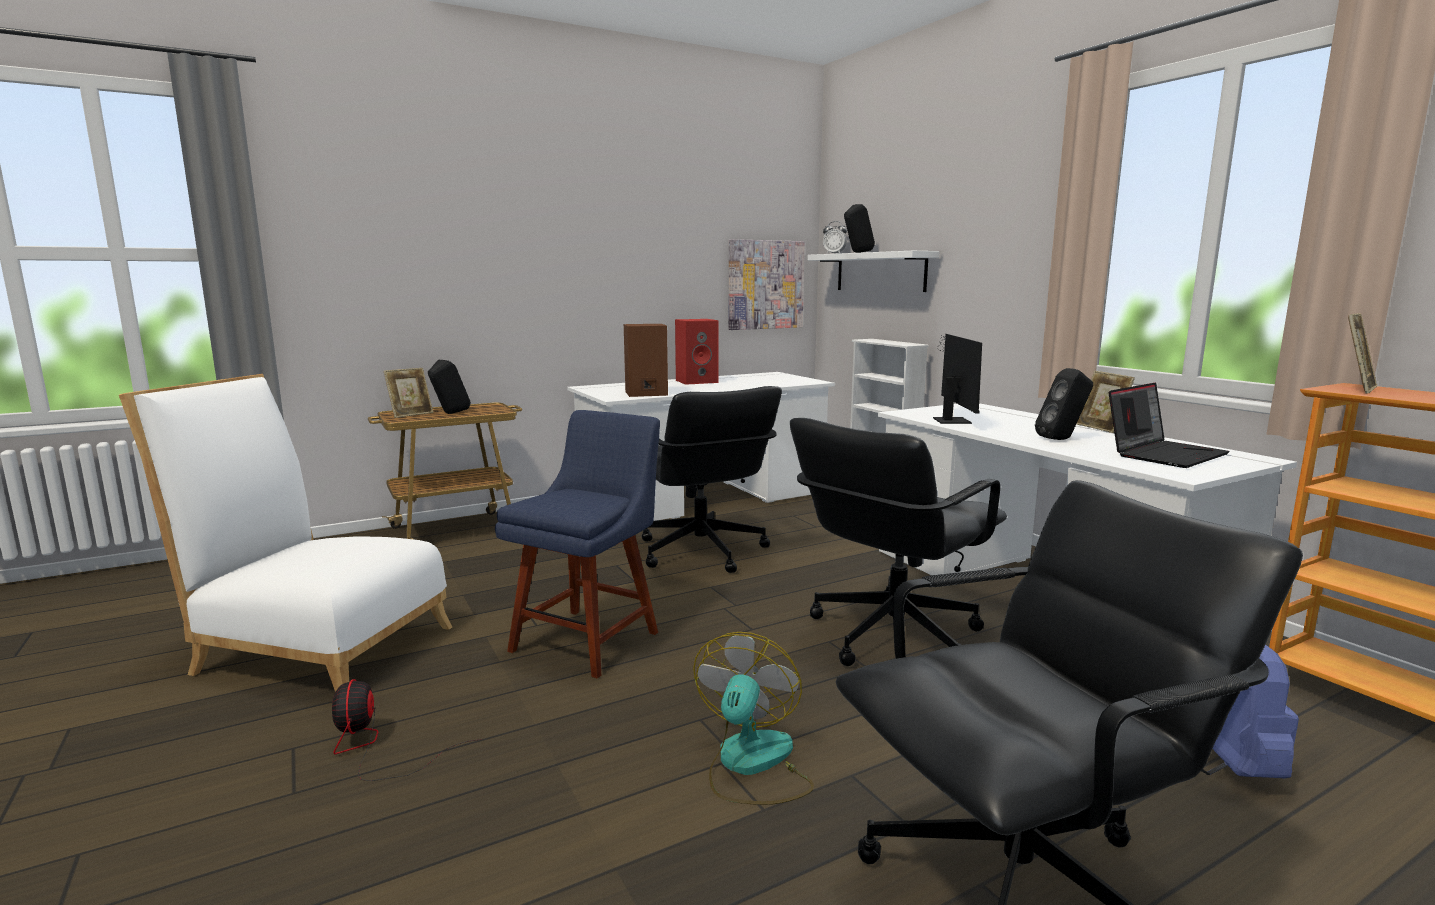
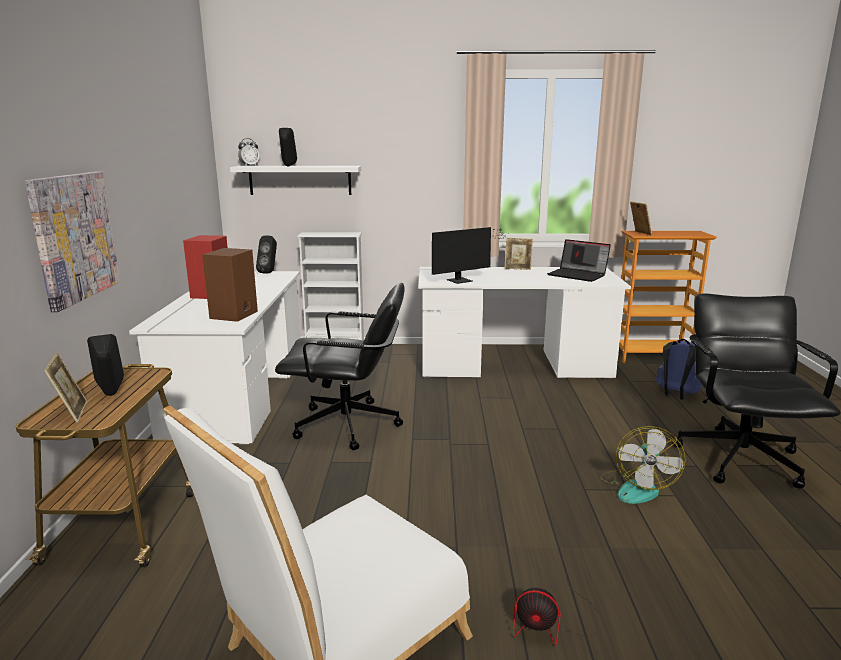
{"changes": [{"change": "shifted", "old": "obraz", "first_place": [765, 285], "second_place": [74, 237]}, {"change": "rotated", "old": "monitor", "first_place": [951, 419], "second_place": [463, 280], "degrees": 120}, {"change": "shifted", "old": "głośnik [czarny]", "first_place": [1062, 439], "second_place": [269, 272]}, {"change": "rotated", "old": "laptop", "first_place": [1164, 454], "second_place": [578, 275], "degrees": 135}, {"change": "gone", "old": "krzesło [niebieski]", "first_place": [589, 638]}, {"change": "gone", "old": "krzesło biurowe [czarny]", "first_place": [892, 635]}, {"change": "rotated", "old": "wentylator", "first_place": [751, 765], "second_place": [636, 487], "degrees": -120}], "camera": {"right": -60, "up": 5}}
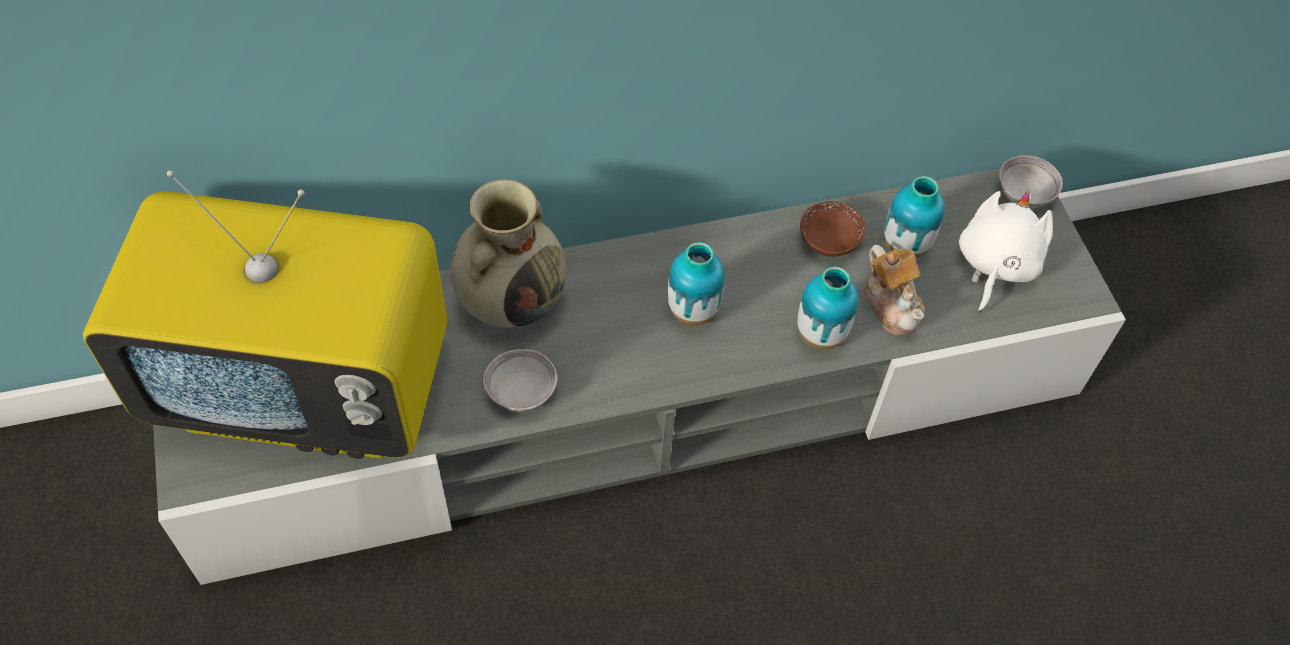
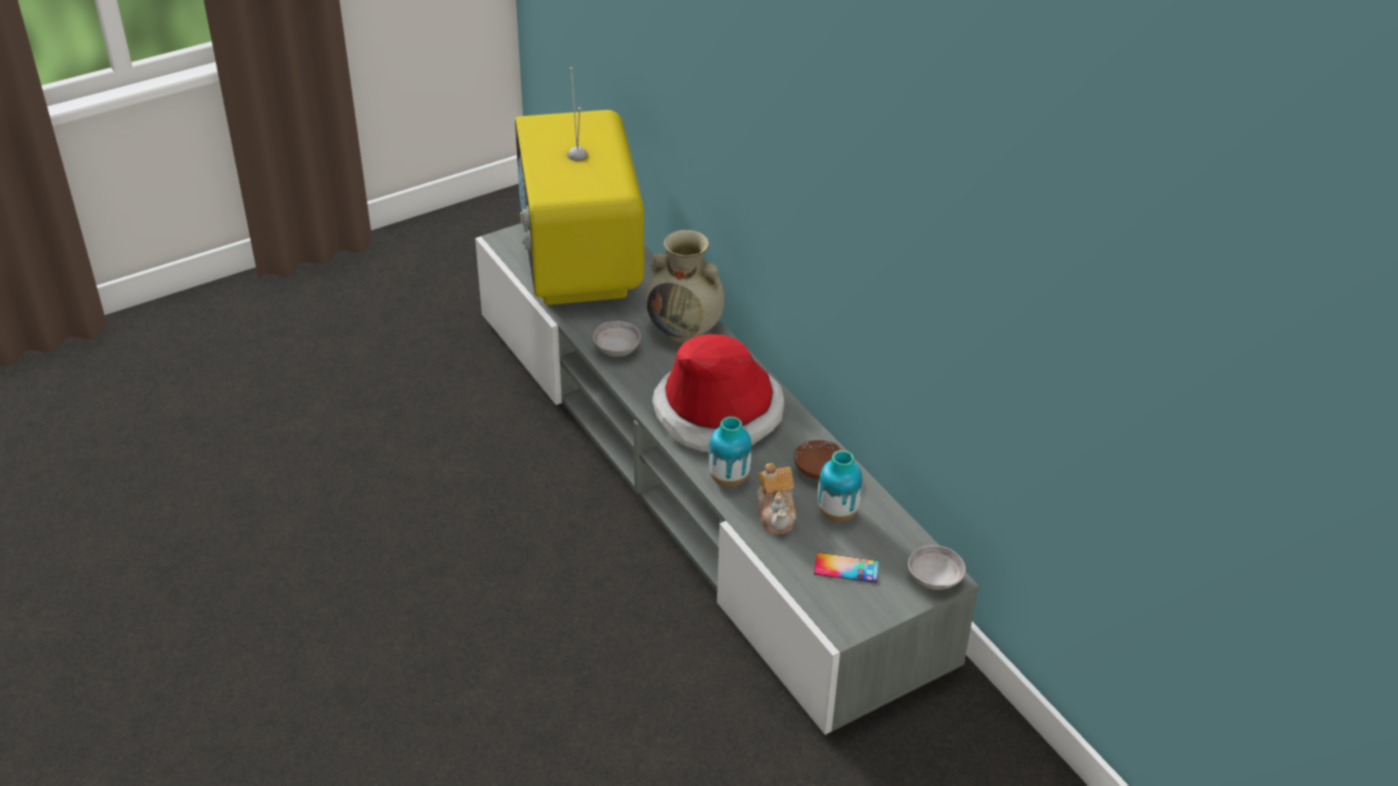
{"changes": [{"change": "swapped", "old": "pluszak [biały]", "new": "telefon", "first_place": [994, 265], "second_place": [846, 568]}, {"change": "swapped", "old": "wazon", "new": "kapelusz", "first_place": [692, 311], "second_place": [718, 412]}, {"change": "rotated", "old": "imbryk", "first_place": [892, 304], "second_place": [776, 513], "degrees": -60}], "camera": {"right": 75, "up": -15}}
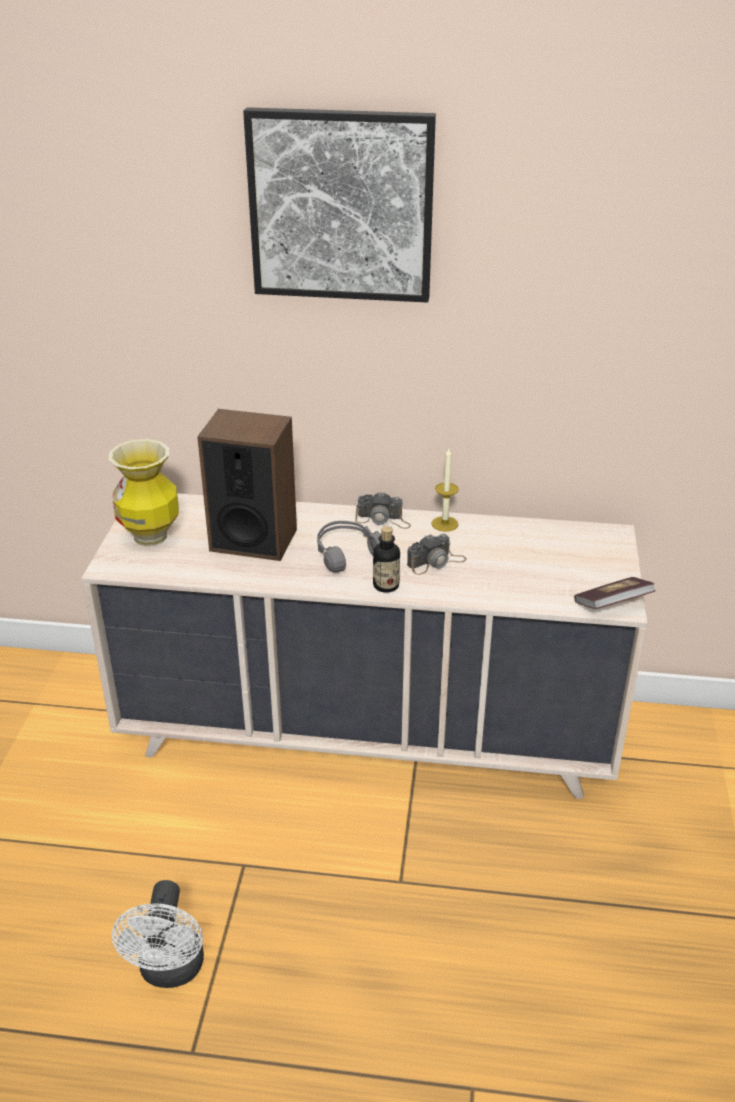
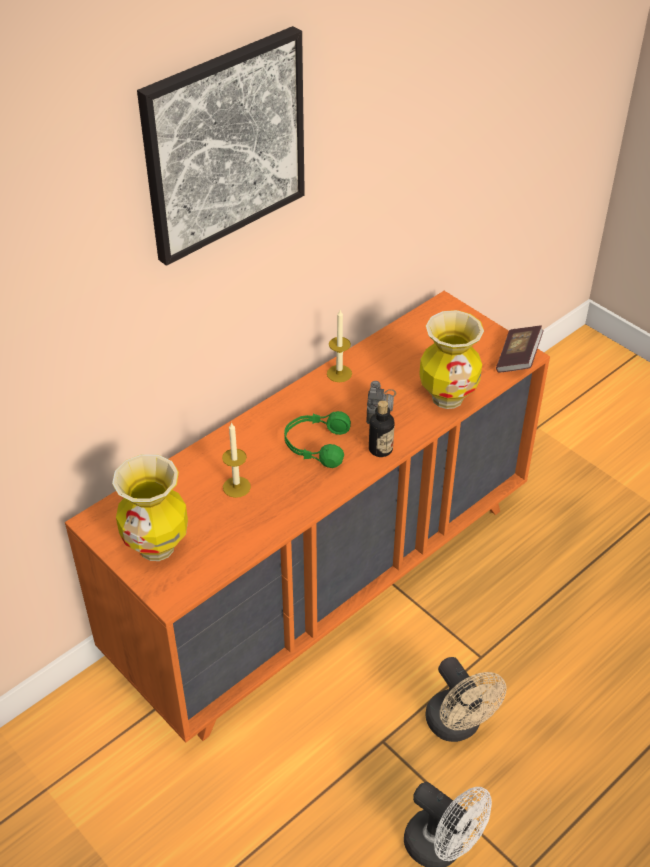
{"changes": [{"change": "swapped", "old": "głośnik", "new": "świeca", "first_place": [253, 539], "second_place": [236, 487]}, {"change": "gone", "old": "aparat fotograficzny", "first_place": [383, 520]}, {"change": "repainted", "old": "komoda [beżowy]", "new": "komoda [pomarańczowy]", "first_place": [368, 733], "second_place": [325, 581]}, {"change": "repainted", "old": "słuchawki [szary]", "new": "słuchawki [zielony]", "first_place": [346, 552], "second_place": [316, 445]}, {"change": "new", "new": "wazon", "second_place": [447, 398]}, {"change": "new", "new": "wentylator [beżowy]", "second_place": [458, 726]}], "camera": {"right": -50, "up": 10}}
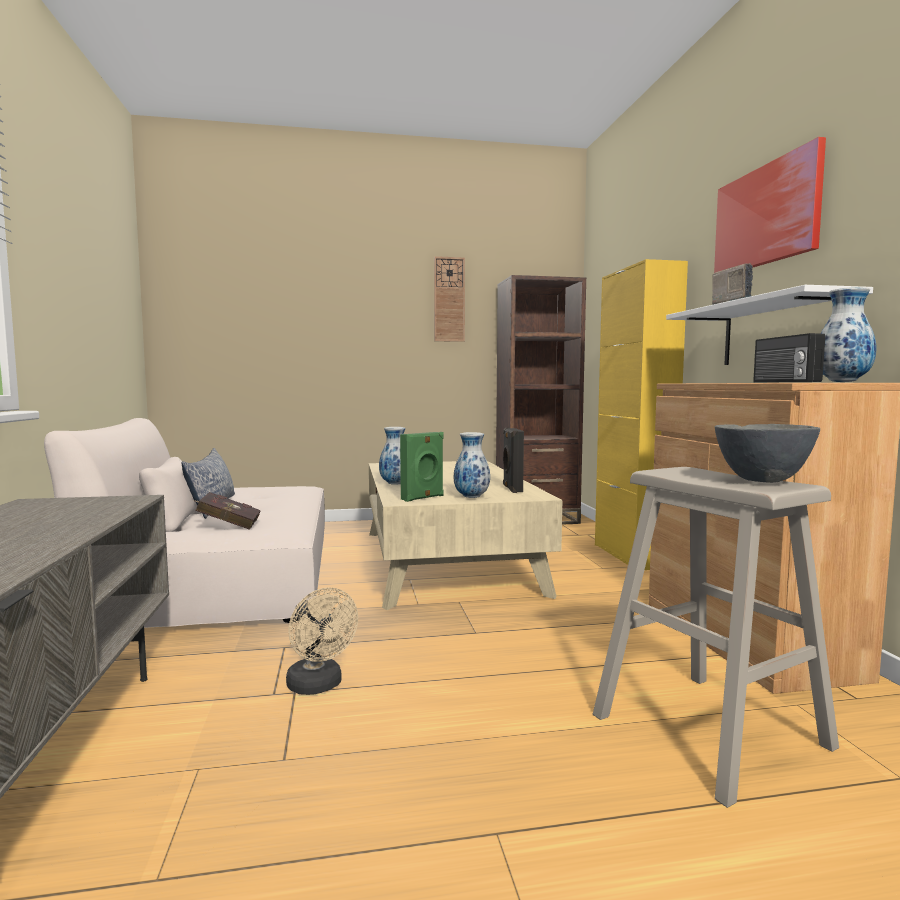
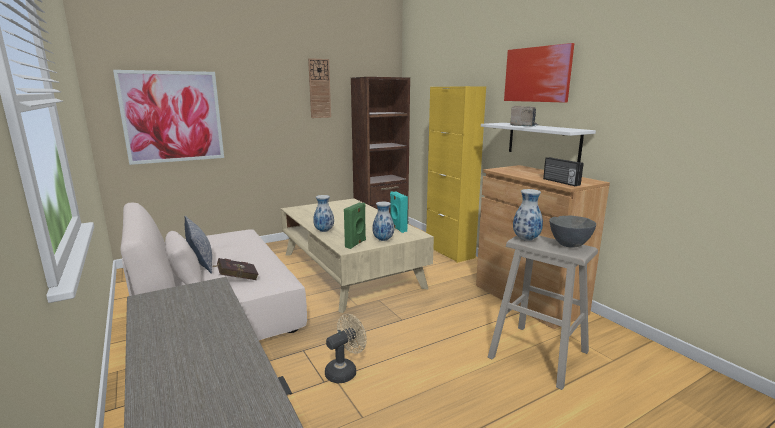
{"changes": [{"change": "shifted", "old": "wazon", "first_place": [843, 382], "second_place": [526, 239]}, {"change": "repainted", "old": "głośnik [czarny]", "new": "głośnik [turkusowy]", "first_place": [511, 489], "second_place": [397, 228]}, {"change": "rotated", "old": "wentylator [beżowy]", "first_place": [319, 686], "second_place": [345, 371], "degrees": -75}, {"change": "new", "new": "obraz", "second_place": [172, 117]}], "camera": {"right": -20, "up": 10}}
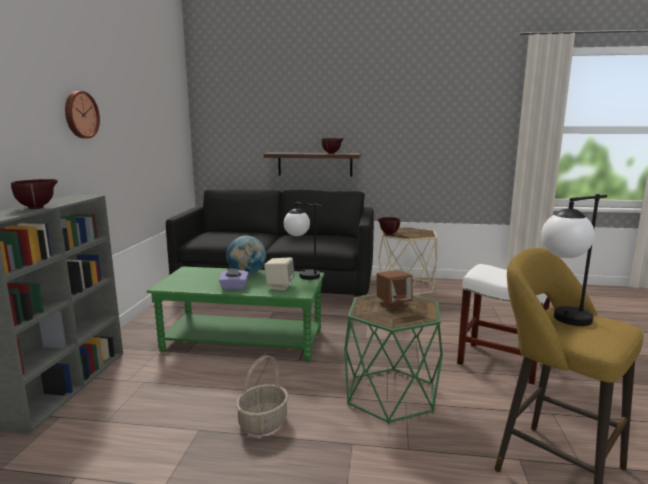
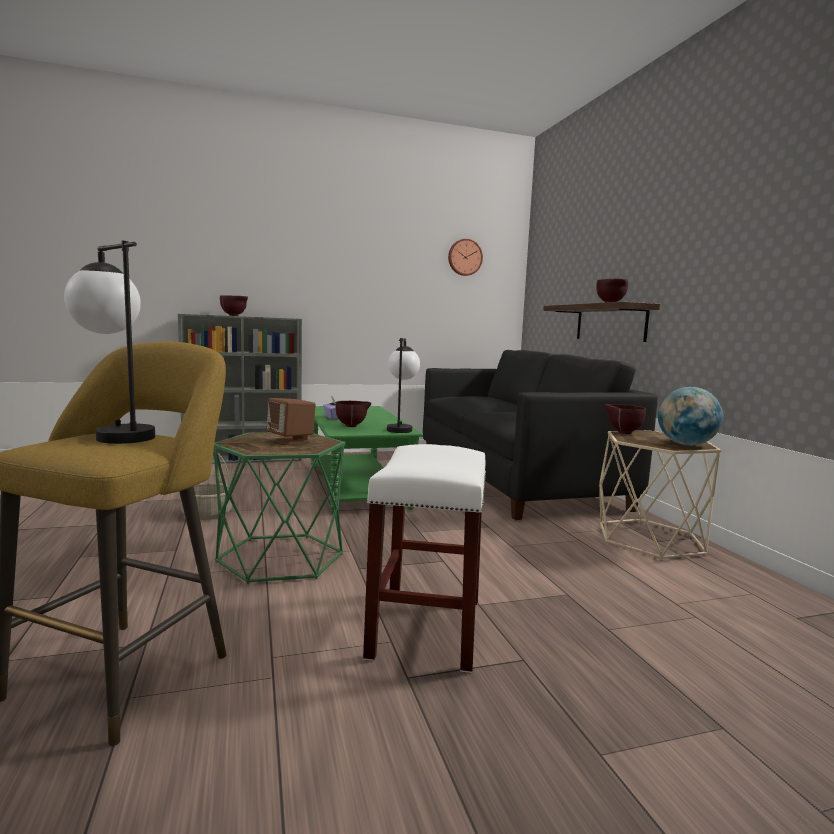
{"changes": [{"change": "shifted", "old": "zegar ścienny", "first_place": [80, 115], "second_place": [464, 257]}, {"change": "shifted", "old": "globus", "first_place": [247, 274], "second_place": [686, 444]}, {"change": "swapped", "old": "głośnik [beżowy]", "new": "miska [brązowy]", "first_place": [279, 286], "second_place": [353, 426]}], "camera": {"right": 65, "up": -5}}
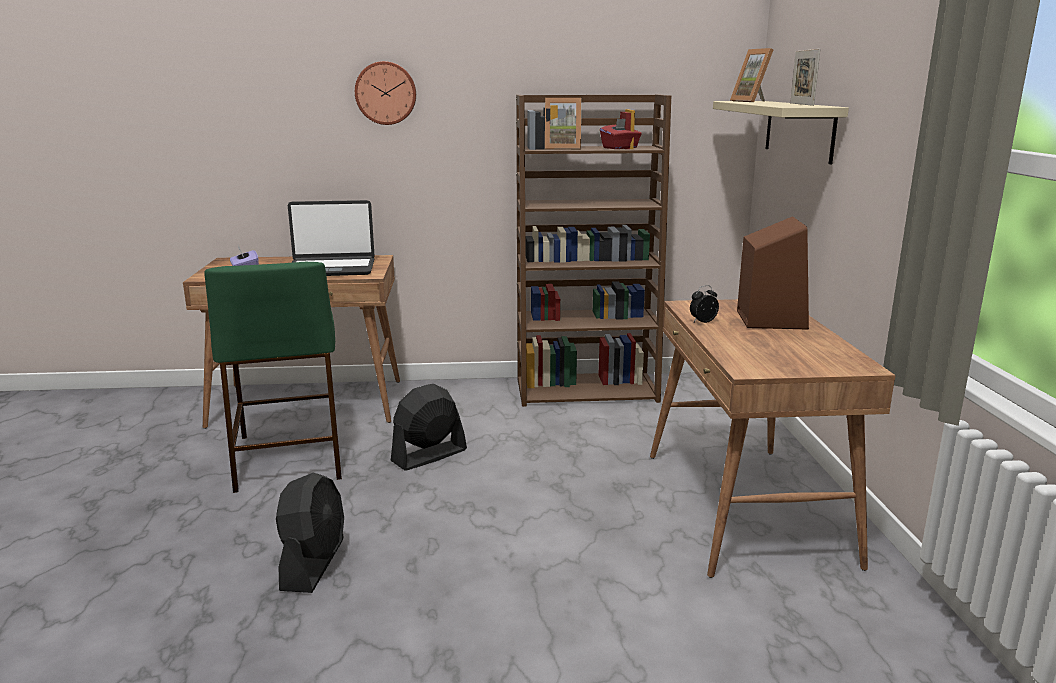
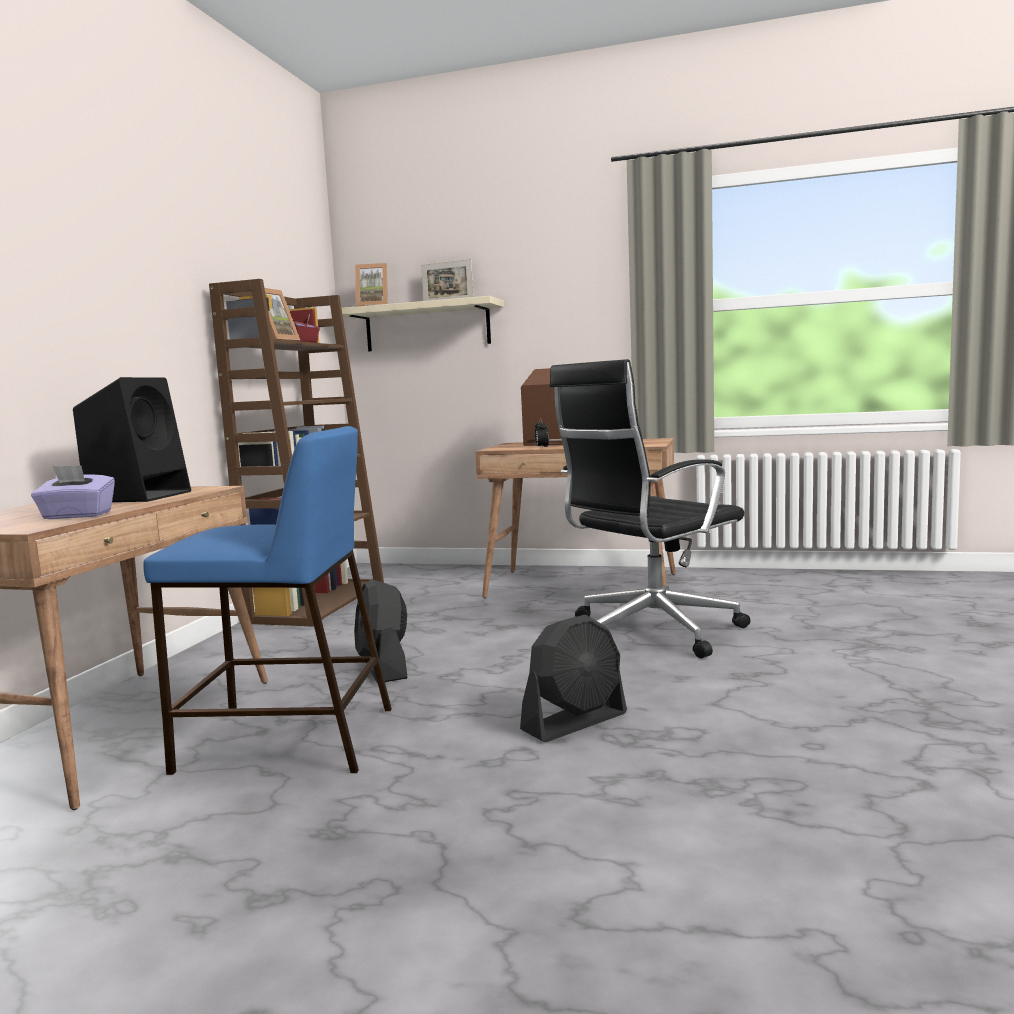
{"changes": [{"change": "gone", "old": "zegar ścienny", "first_place": [386, 93]}, {"change": "swapped", "old": "laptop", "new": "głośnik [czarny]", "first_place": [331, 269], "second_place": [140, 496]}, {"change": "repainted", "old": "stołek [zielony]", "new": "stołek [niebieski]", "first_place": [288, 456], "second_place": [284, 739]}, {"change": "rotated", "old": "wentylator [czarny]", "first_place": [313, 564], "second_place": [575, 722], "degrees": 120}, {"change": "new", "new": "krzesło biurowe [czarny]", "second_place": [650, 632]}], "camera": {"right": -70, "up": -10}}
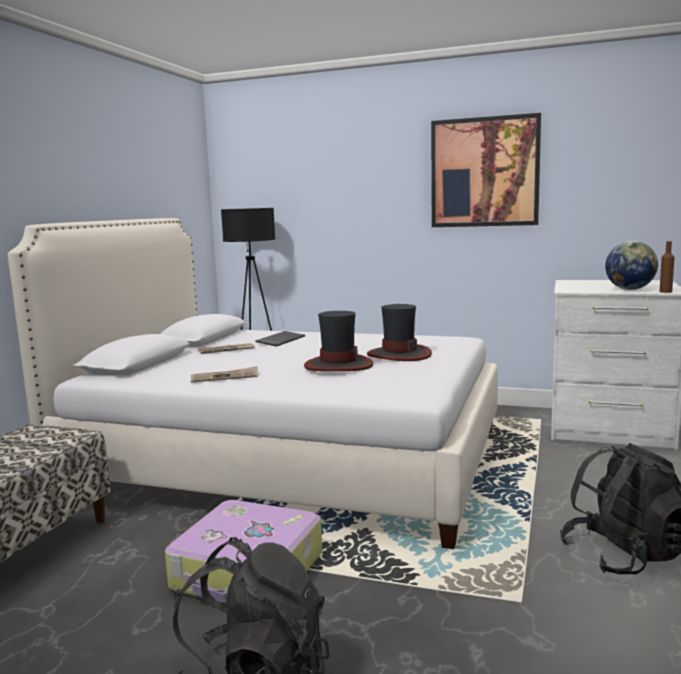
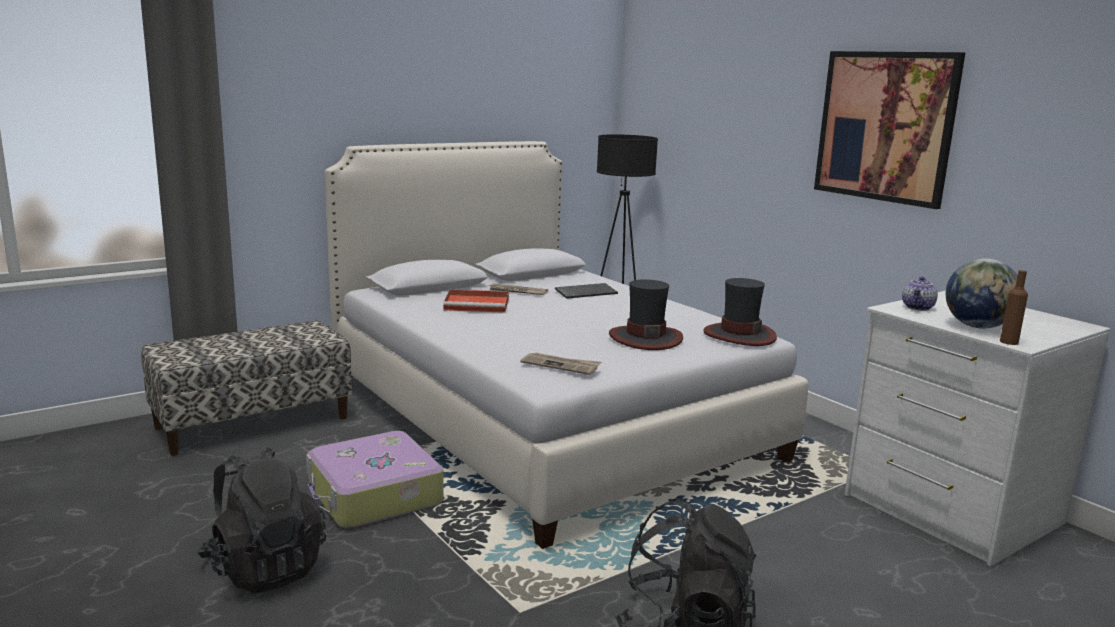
{"changes": [{"change": "shifted", "old": "kapelusz", "first_place": [338, 365], "second_place": [739, 335]}, {"change": "shifted", "old": "gazeta", "first_place": [225, 377], "second_place": [561, 365]}, {"change": "new", "new": "imbryk", "second_place": [918, 308]}, {"change": "new", "new": "taca [czerwony]", "second_place": [478, 304]}], "camera": {"right": 35, "up": 5}}
